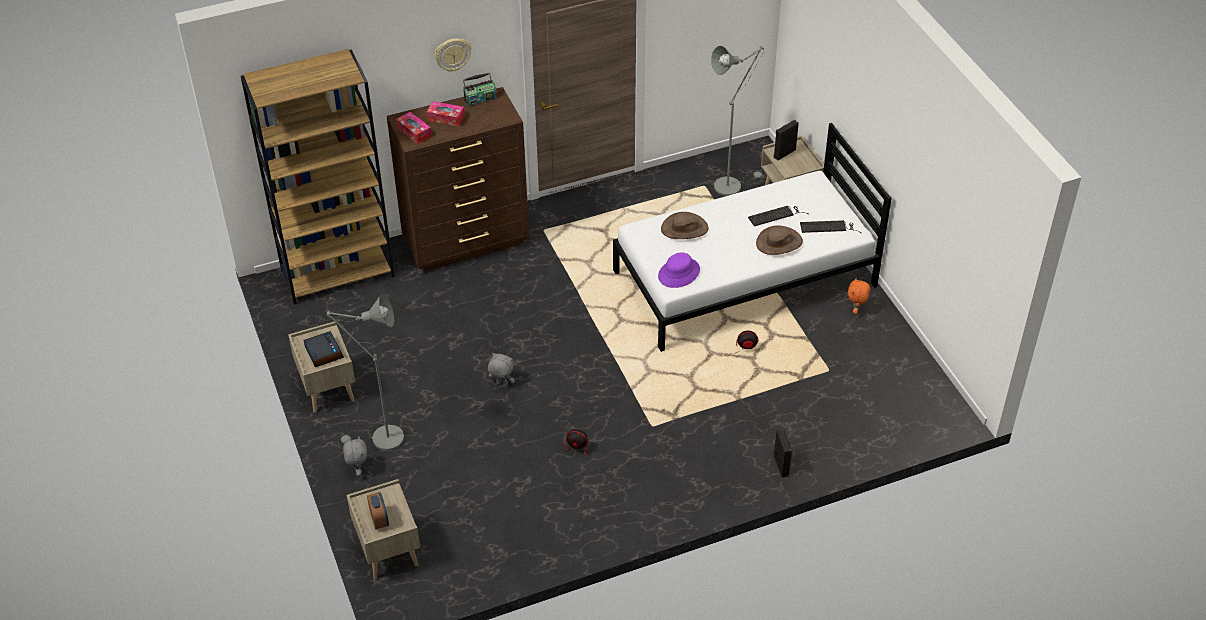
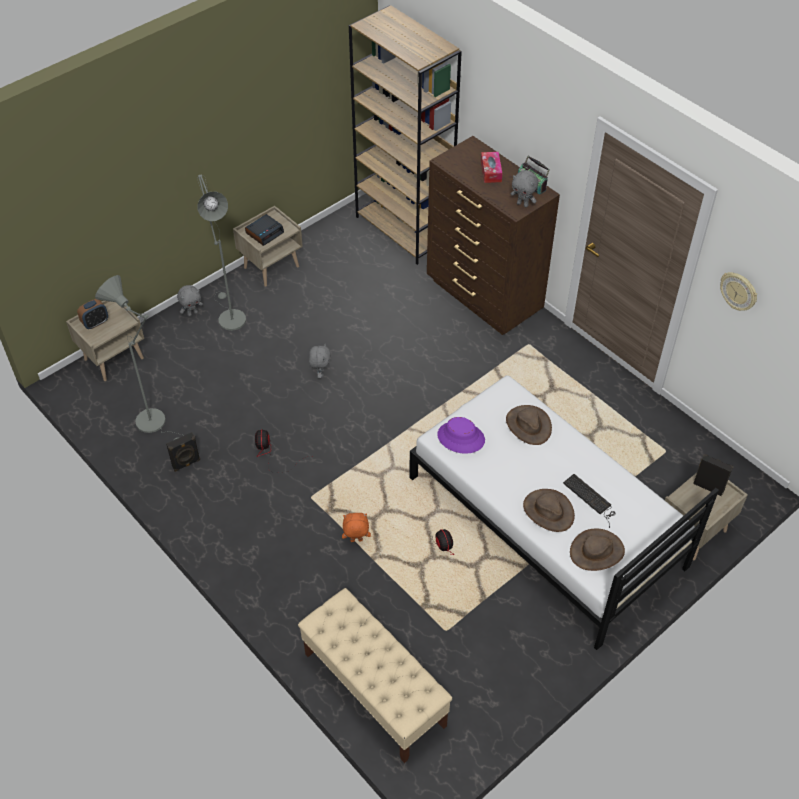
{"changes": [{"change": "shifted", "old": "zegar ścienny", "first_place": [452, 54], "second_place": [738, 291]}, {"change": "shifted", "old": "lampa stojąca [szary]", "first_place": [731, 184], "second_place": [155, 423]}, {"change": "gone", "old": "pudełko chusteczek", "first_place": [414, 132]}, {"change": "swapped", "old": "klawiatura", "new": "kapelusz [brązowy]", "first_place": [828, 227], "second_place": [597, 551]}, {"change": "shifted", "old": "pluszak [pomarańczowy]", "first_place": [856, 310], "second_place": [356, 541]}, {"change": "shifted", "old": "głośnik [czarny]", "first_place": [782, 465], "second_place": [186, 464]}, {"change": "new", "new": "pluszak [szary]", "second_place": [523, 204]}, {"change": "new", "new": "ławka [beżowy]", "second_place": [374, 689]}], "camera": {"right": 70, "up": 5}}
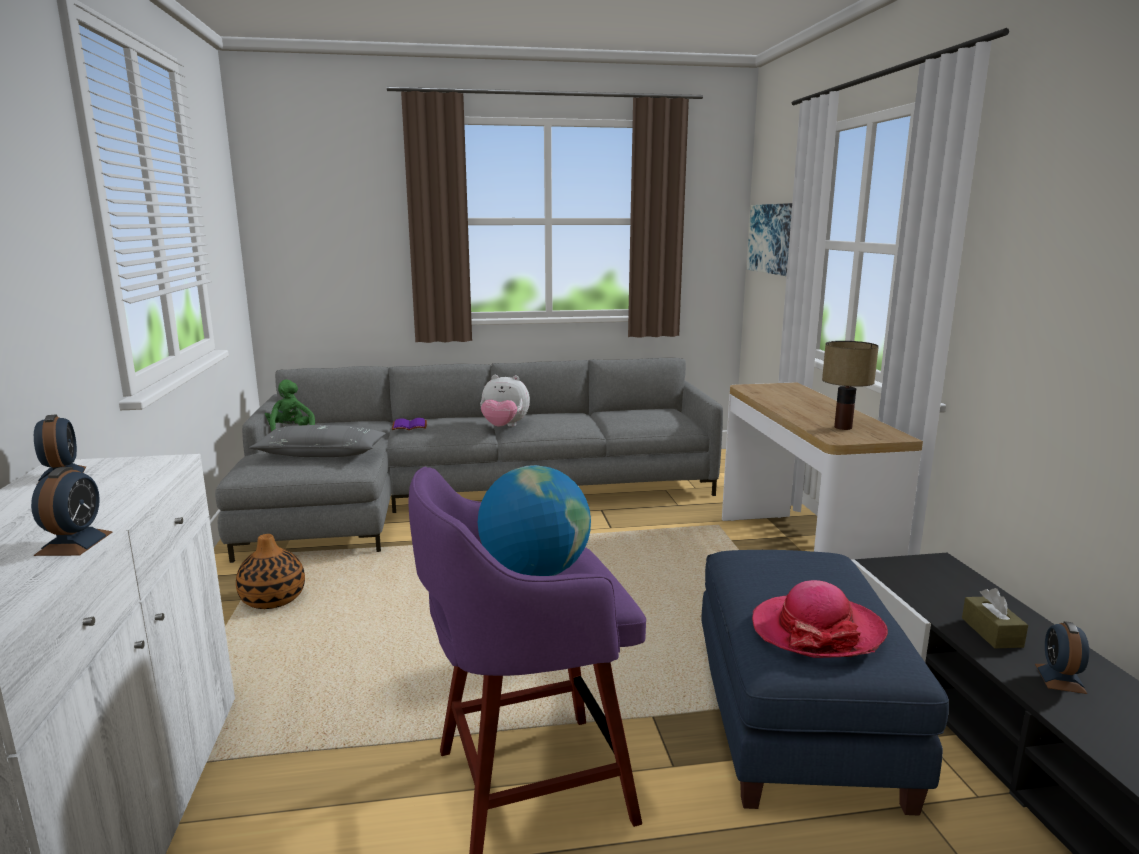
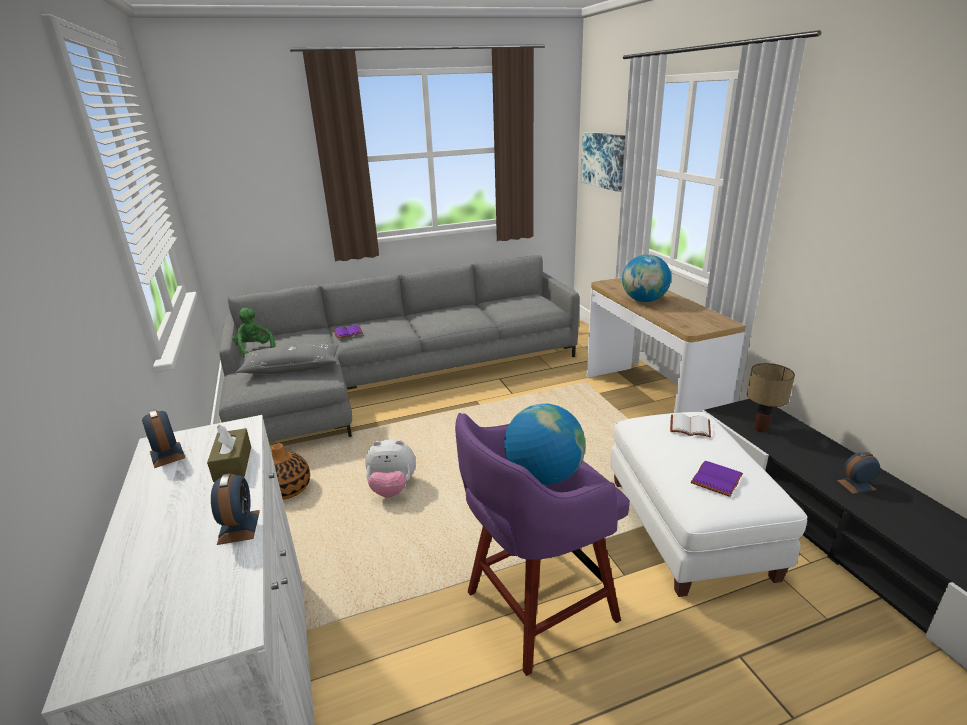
{"changes": [{"change": "shifted", "old": "lampa stołowa", "first_place": [842, 427], "second_place": [760, 428]}, {"change": "shifted", "old": "pluszak", "first_place": [504, 427], "second_place": [392, 489]}, {"change": "repainted", "old": "pufa [niebieski]", "new": "pufa [biały]", "first_place": [796, 720], "second_place": [689, 527]}, {"change": "swapped", "old": "kapelusz", "new": "książka [fioletowy]", "first_place": [817, 630], "second_place": [715, 478]}, {"change": "shifted", "old": "pudełko chusteczek [brązowy]", "first_place": [991, 632], "second_place": [233, 464]}, {"change": "rotated", "old": "budzik", "first_place": [1060, 678], "second_place": [856, 485], "degrees": 75}, {"change": "new", "new": "globus", "second_place": [644, 300]}, {"change": "new", "new": "książka [biały]", "second_place": [689, 427]}], "camera": {"right": -10, "up": 10}}
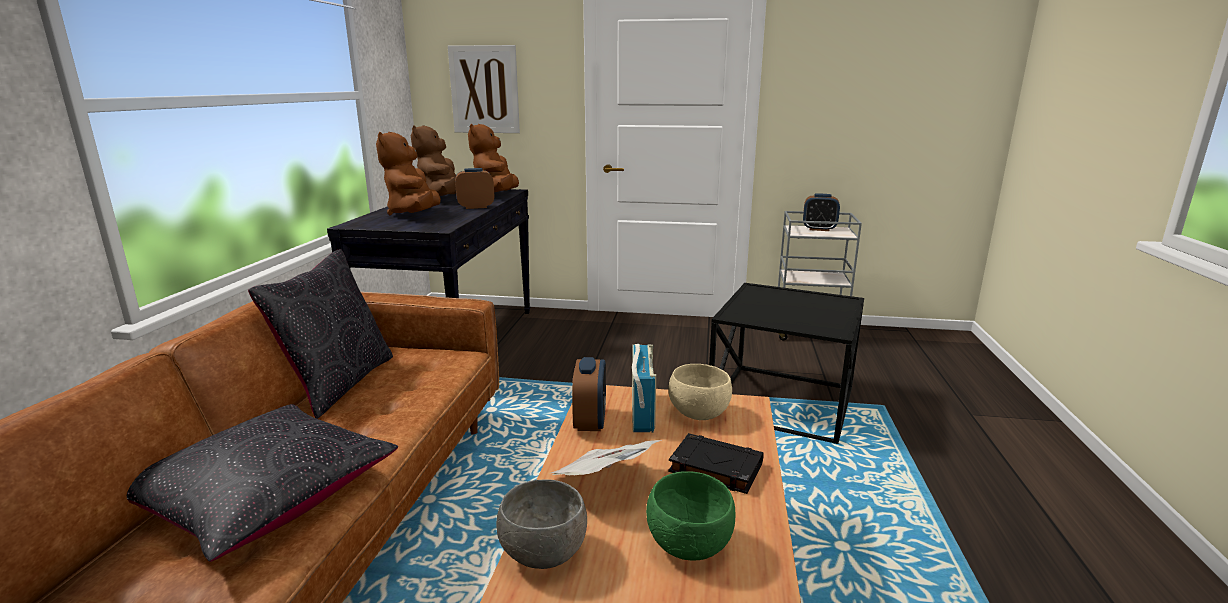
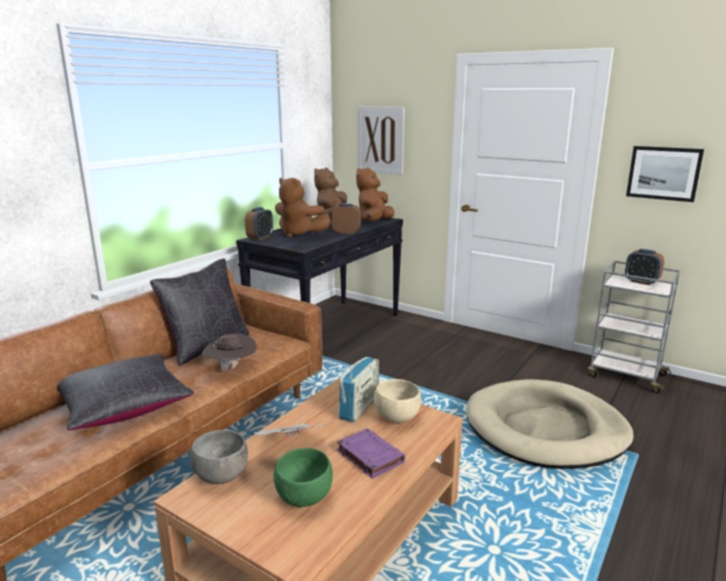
{"changes": [{"change": "rotated", "old": "pluszak [brązowy]", "first_place": [414, 214], "second_place": [299, 234], "degrees": -75}, {"change": "swapped", "old": "stolik [czarny]", "new": "legowisko [beżowy]", "first_place": [783, 401], "second_place": [545, 429]}, {"change": "shifted", "old": "budzik", "first_place": [590, 422], "second_place": [260, 237]}, {"change": "repainted", "old": "książka [czarny]", "new": "książka [fioletowy]", "first_place": [714, 468], "second_place": [369, 456]}, {"change": "new", "new": "obraz", "second_place": [663, 173]}, {"change": "new", "new": "kapelusz [brązowy]", "second_place": [231, 368]}], "camera": {"right": 25, "up": 0}}
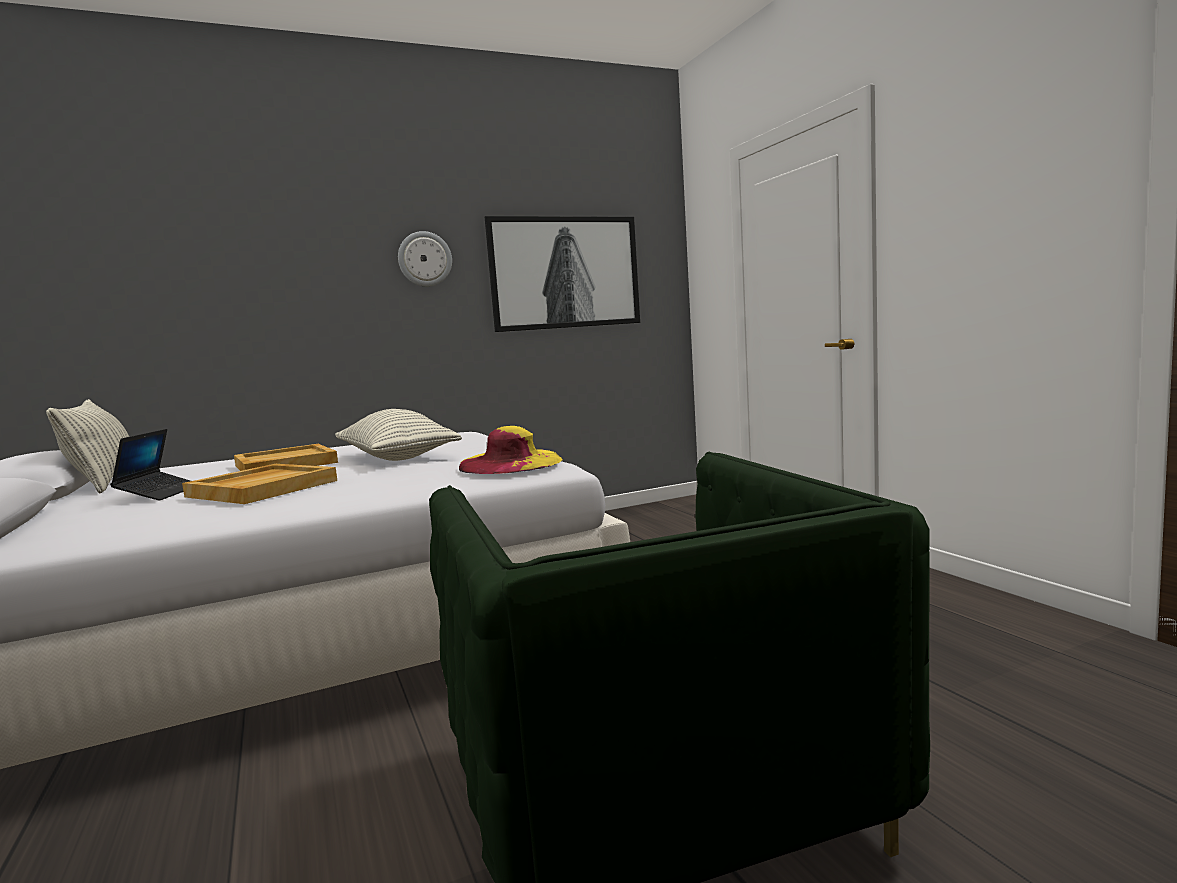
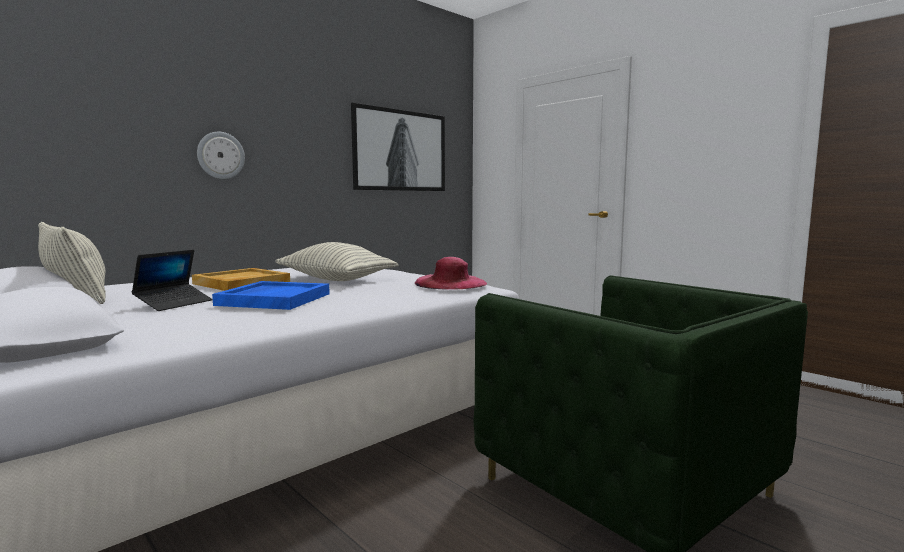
{"changes": [{"change": "shifted", "old": "zegar ścienny", "first_place": [425, 259], "second_place": [220, 155]}, {"change": "repainted", "old": "kapelusz [żółty]", "new": "kapelusz [różowy]", "first_place": [510, 463], "second_place": [450, 283]}, {"change": "rotated", "old": "laptop", "first_place": [159, 493], "second_place": [174, 303], "degrees": 45}, {"change": "repainted", "old": "taca [beżowy]", "new": "taca [niebieski]", "first_place": [262, 488], "second_place": [274, 299]}], "camera": {"right": -20, "up": 0}}
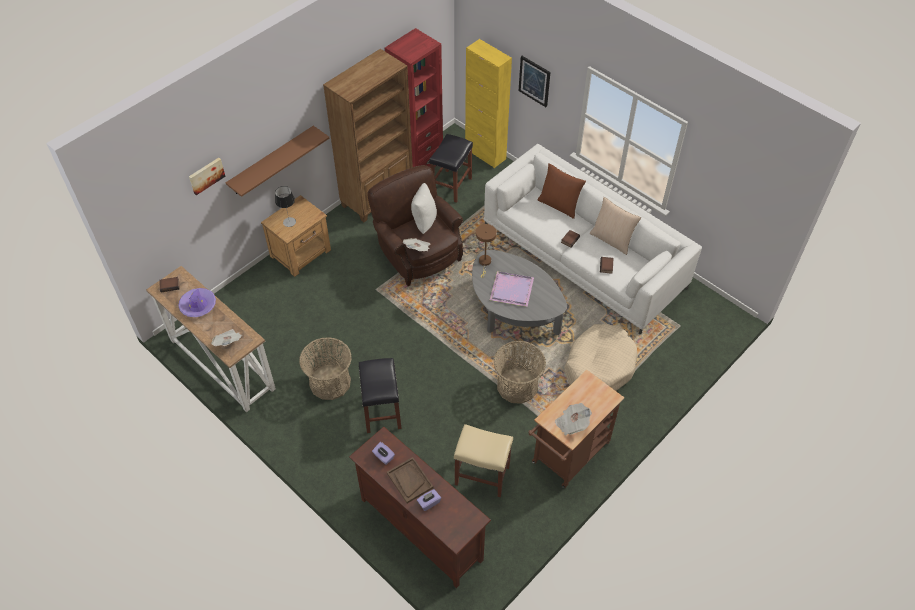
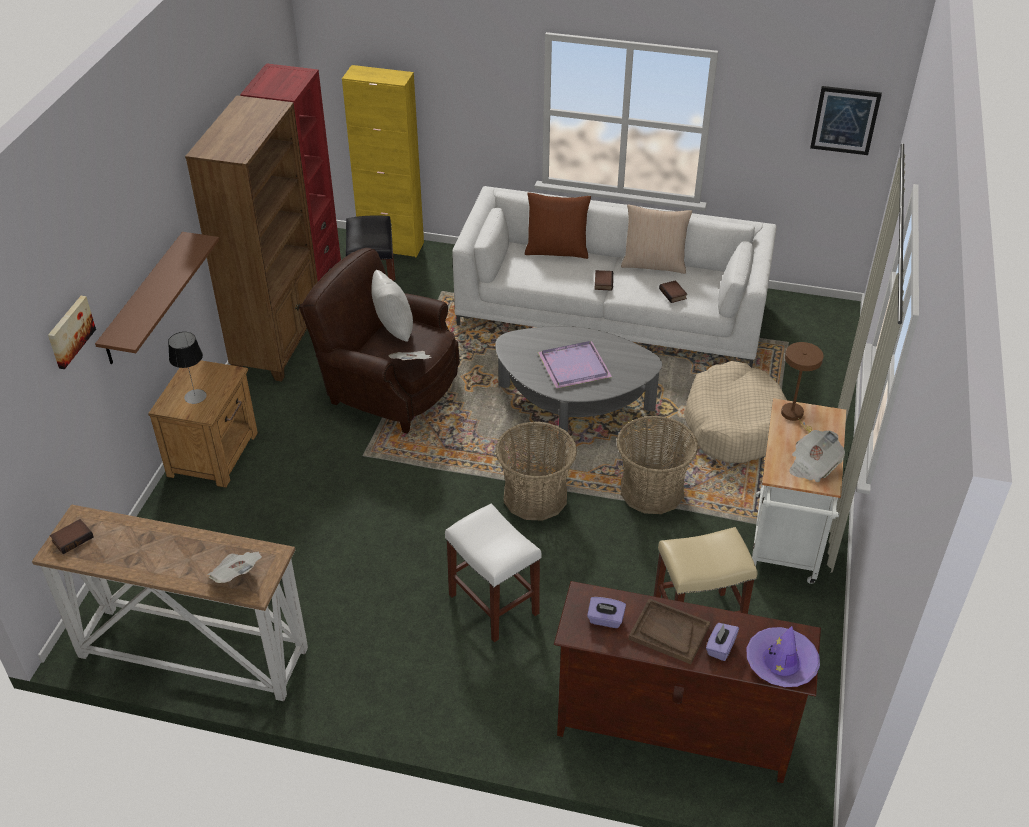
{"changes": [{"change": "shifted", "old": "obraz", "first_place": [534, 81], "second_place": [845, 120]}, {"change": "shifted", "old": "lampa stołowa [brązowy]", "first_place": [485, 263], "second_place": [794, 416]}, {"change": "shifted", "old": "kapelusz [fioletowy]", "first_place": [198, 305], "second_place": [781, 662]}, {"change": "shifted", "old": "koszyk", "first_place": [330, 382], "second_place": [535, 497]}, {"change": "repainted", "old": "stołek [czarny]", "new": "stołek [biały]", "first_place": [381, 411], "second_place": [492, 604]}, {"change": "repainted", "old": "wózek [brązowy]", "new": "wózek [biały]", "first_place": [567, 456], "second_place": [784, 545]}], "camera": {"right": -30, "up": -10}}
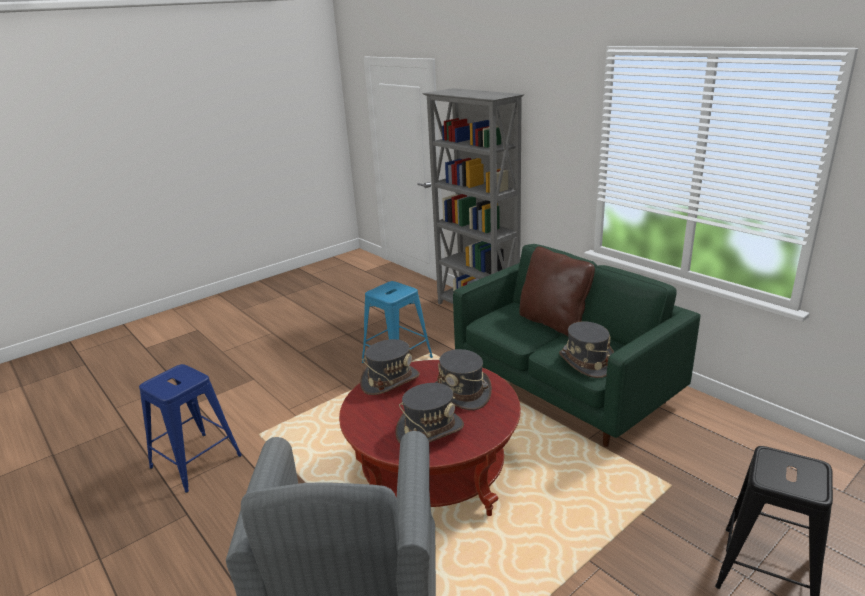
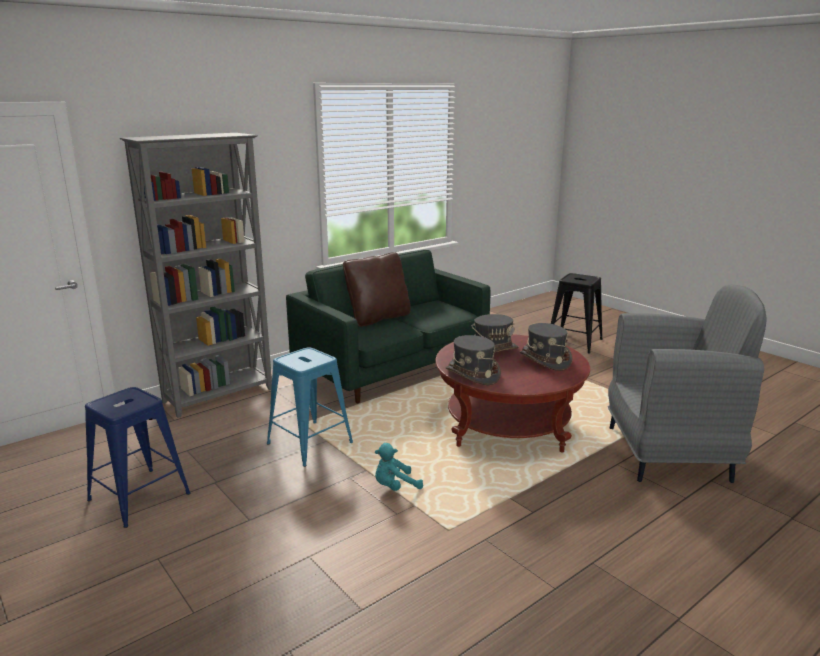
{"changes": [{"change": "gone", "old": "kapelusz [szary]", "first_place": [586, 362]}, {"change": "shifted", "old": "stołek [niebieski]", "first_place": [196, 461], "second_place": [139, 496]}, {"change": "new", "new": "pluszak [turkusowy]", "second_place": [395, 487]}], "camera": {"right": -90, "up": -5}}
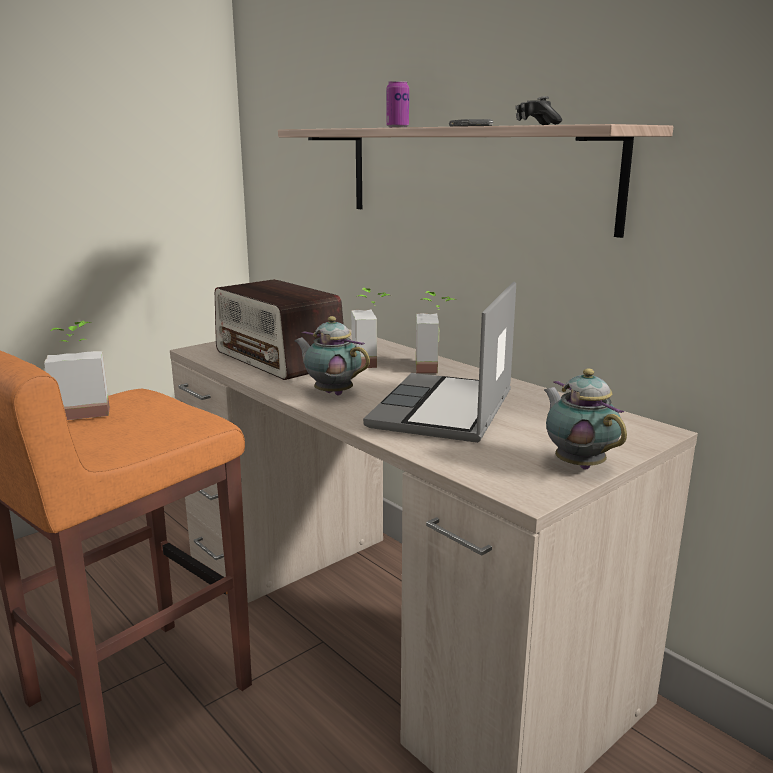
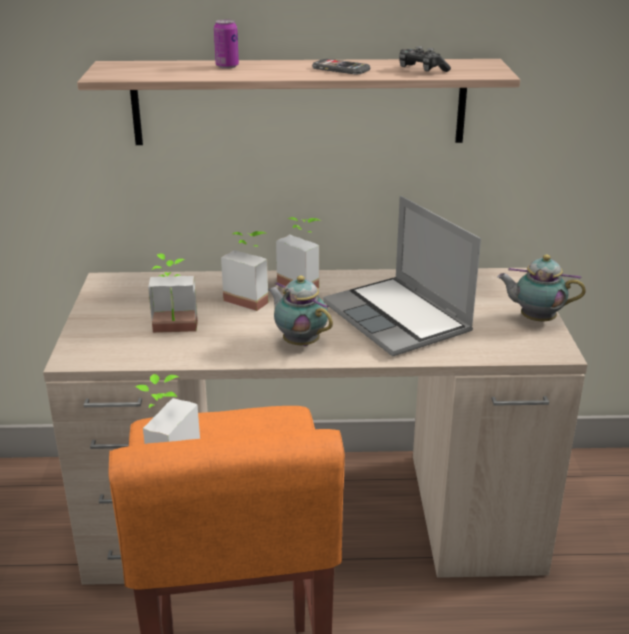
{"changes": [{"change": "swapped", "old": "radio", "new": "roślina doniczkowa", "first_place": [279, 359], "second_place": [174, 331]}, {"change": "rotated", "old": "imbryk", "first_place": [331, 393], "second_place": [299, 342], "degrees": 60}], "camera": {"right": -50, "up": 10}}
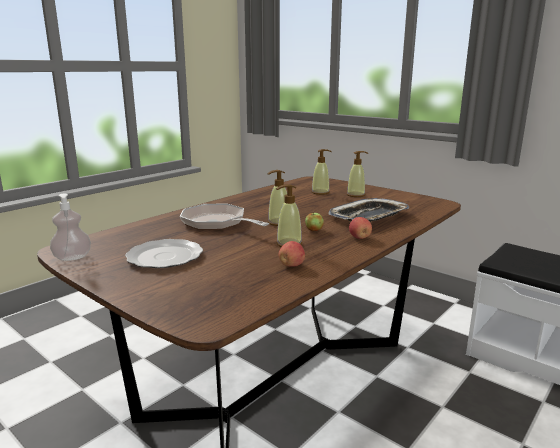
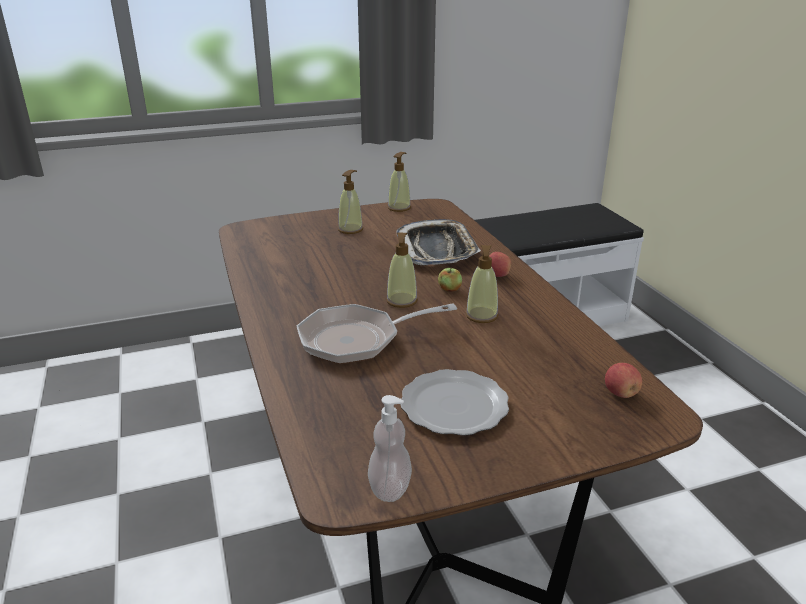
{"changes": [{"change": "shifted", "old": "dozownik mydła", "first_place": [320, 192], "second_place": [399, 208]}, {"change": "shifted", "old": "jabłko", "first_place": [291, 265], "second_place": [620, 393]}], "camera": {"right": -60, "up": 10}}
